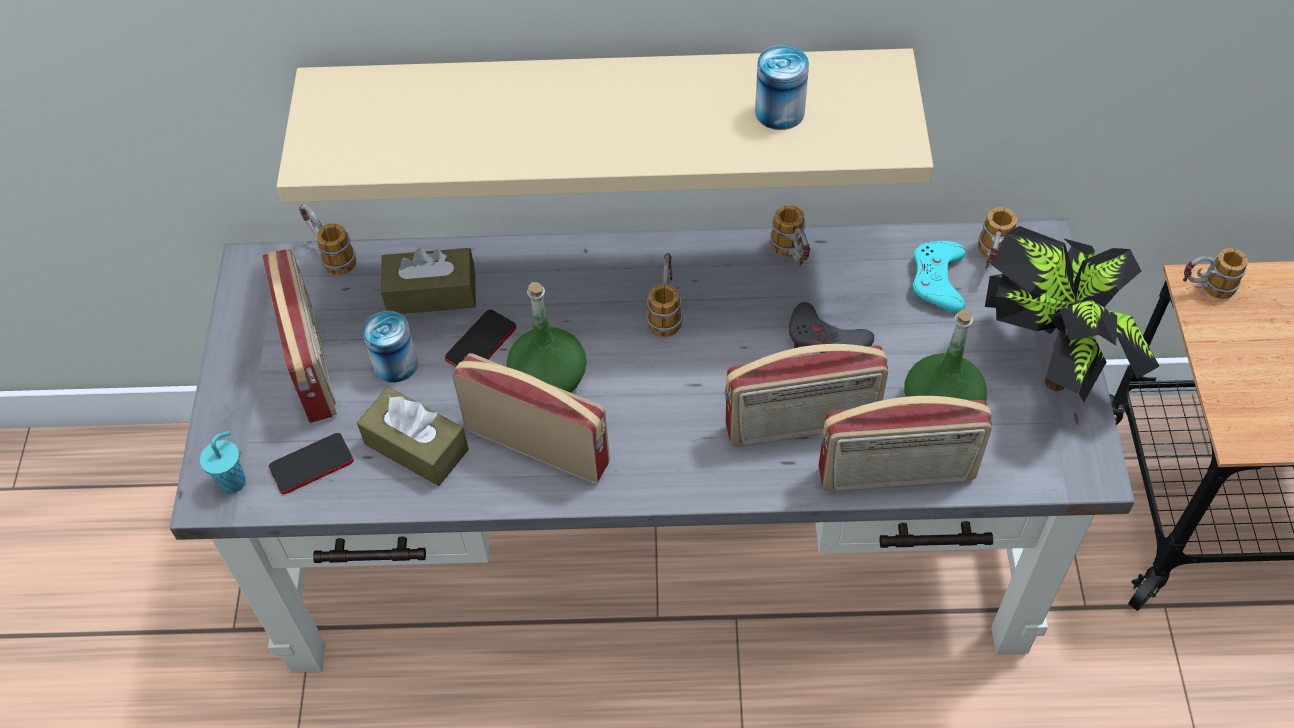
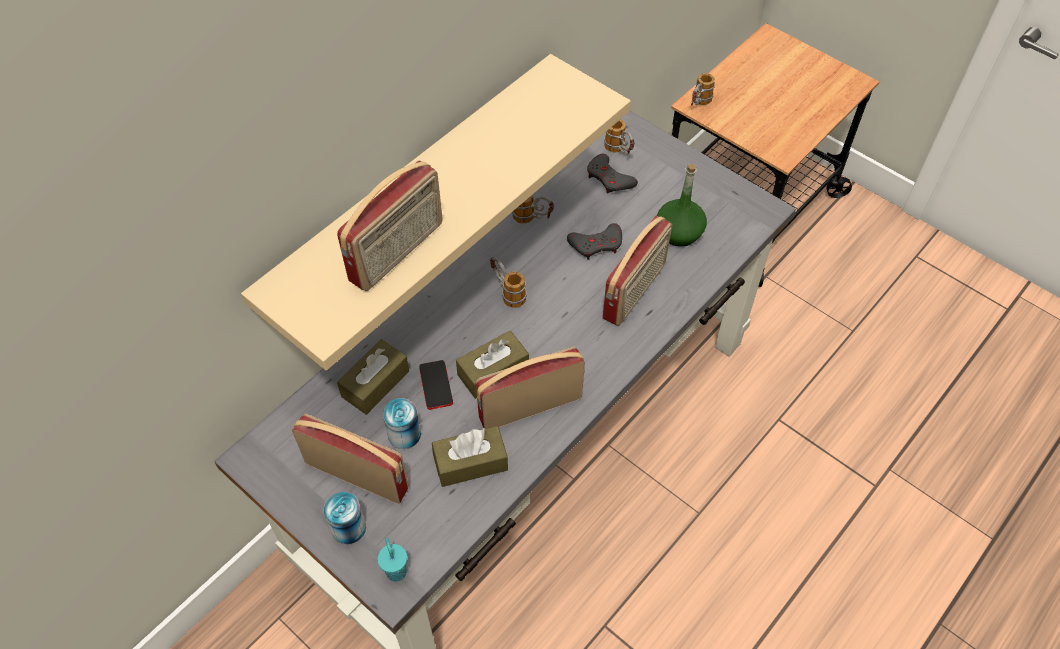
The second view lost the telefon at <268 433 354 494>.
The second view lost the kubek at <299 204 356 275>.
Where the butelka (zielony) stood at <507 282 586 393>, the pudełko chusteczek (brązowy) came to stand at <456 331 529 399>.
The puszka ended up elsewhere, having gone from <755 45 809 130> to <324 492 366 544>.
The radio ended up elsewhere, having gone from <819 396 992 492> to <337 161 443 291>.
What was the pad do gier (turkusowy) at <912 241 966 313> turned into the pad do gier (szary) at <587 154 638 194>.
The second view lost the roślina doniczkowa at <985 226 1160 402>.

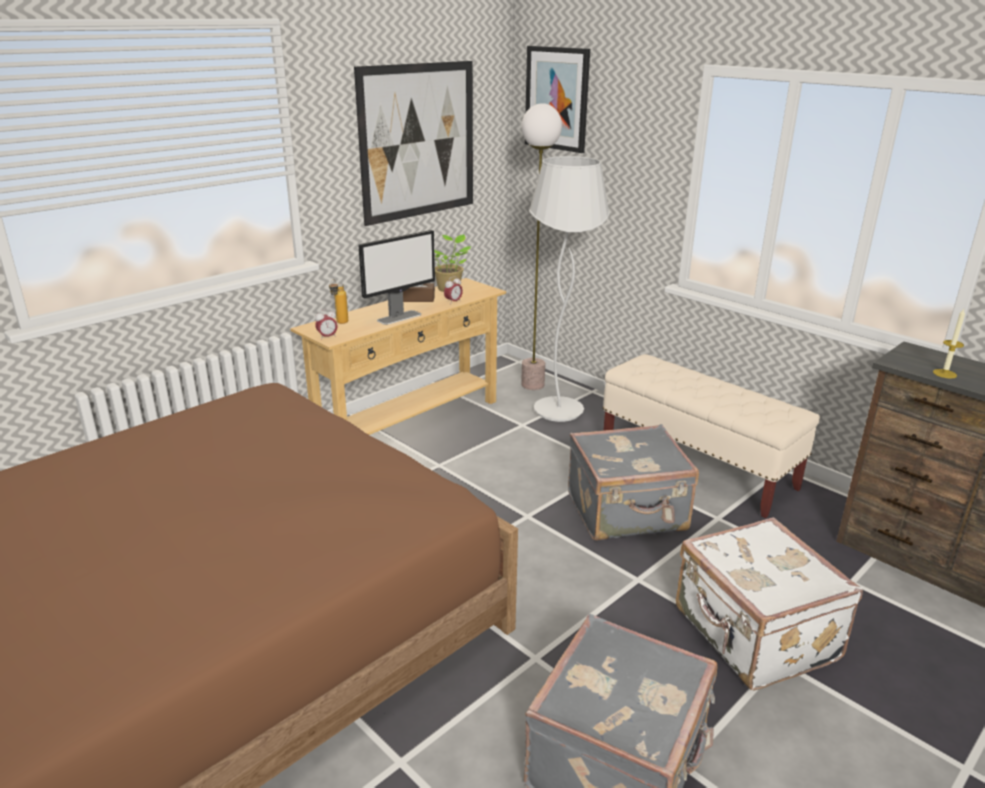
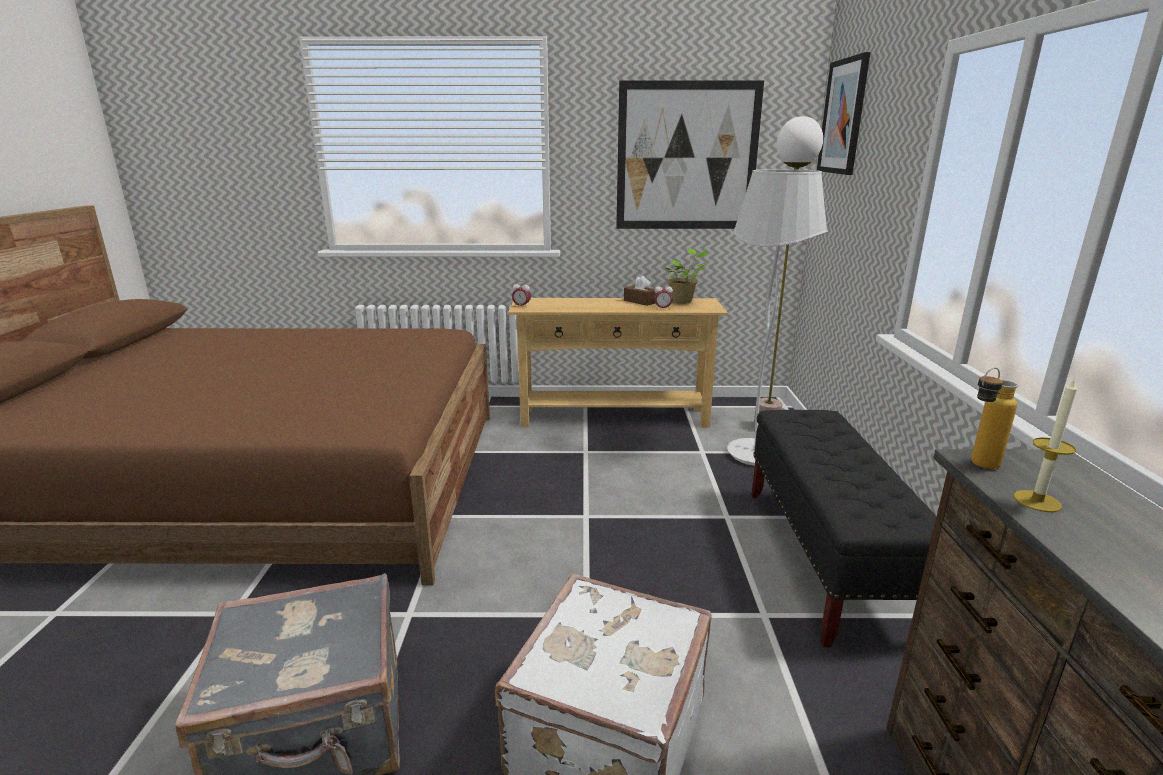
The butelka ended up elsewhere, having gone from <329 279 348 324> to <971 367 1018 469>.
The second view lost the monitor at <358 230 435 325>.
The second view lost the walizka (szary) at <568 424 699 541>.
What was the ławka (beżowy) at <603 354 820 518> turned into the ławka (czarny) at <751 410 936 647>.

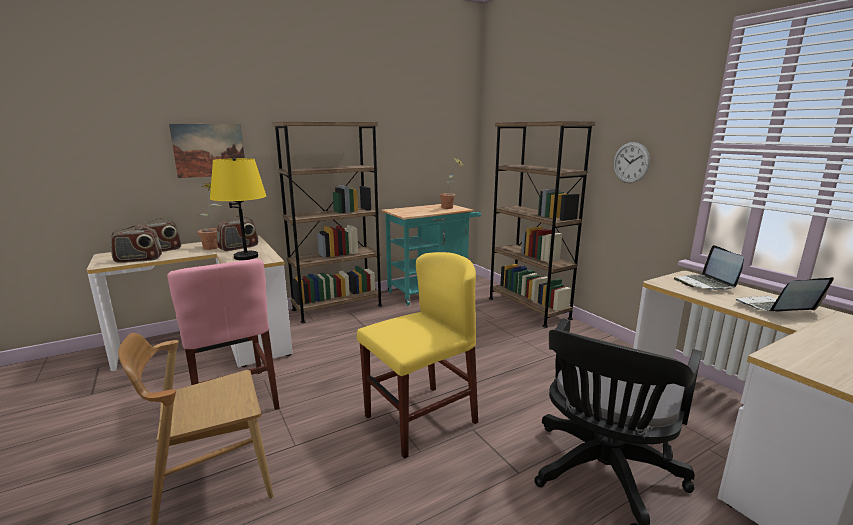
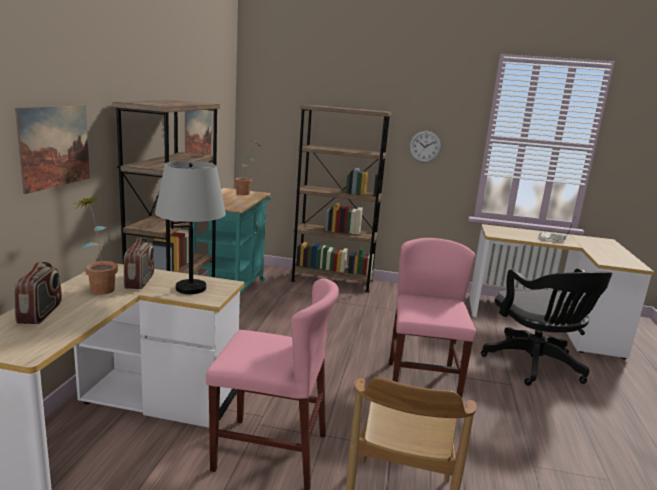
The second view lost the radio at <110 225 162 263>.
What was the lampa stołowa (żółty) at <210 158 266 260> turned into the lampa stołowa (szary) at <155 161 226 294>.
What was the krzesło (żółty) at <357 252 478 459> turned into the krzesło (różowy) at <389 238 476 398>.
The second view lost the laptop at <674 245 744 290>.
The second view gained the obraz at <185 110 212 155>.

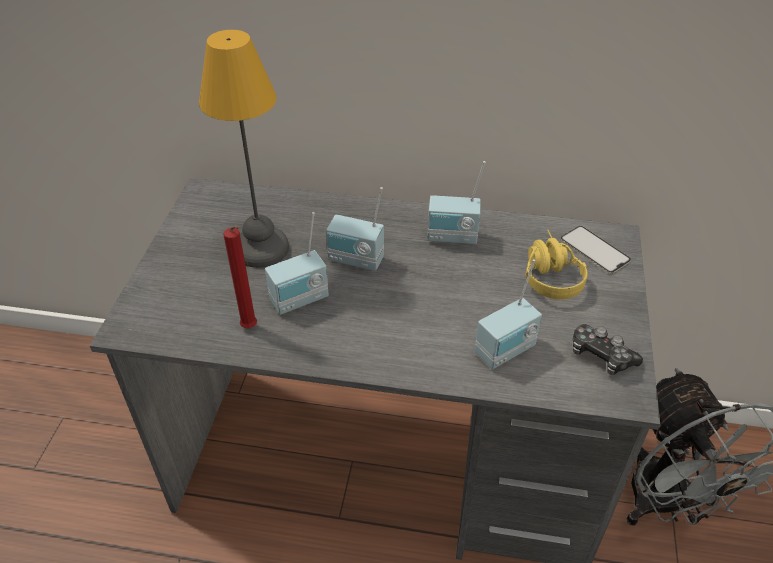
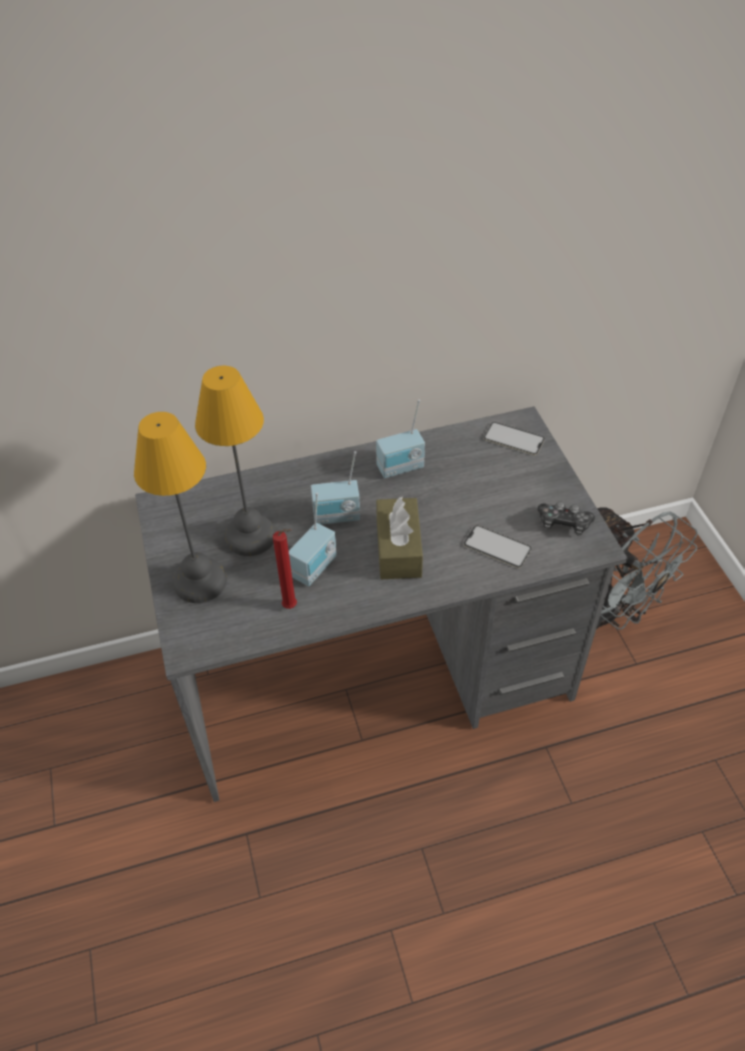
Where the radio stood at <474 259 542 369>, the telefon came to stand at <464 525 532 568>.
The second view lost the słuchawki (żółty) at <525 230 587 300>.
The second view gained the lampa stołowa at <134 412 227 603>.
The second view gained the pudełko chusteczek (brązowy) at <376 497 423 579>.

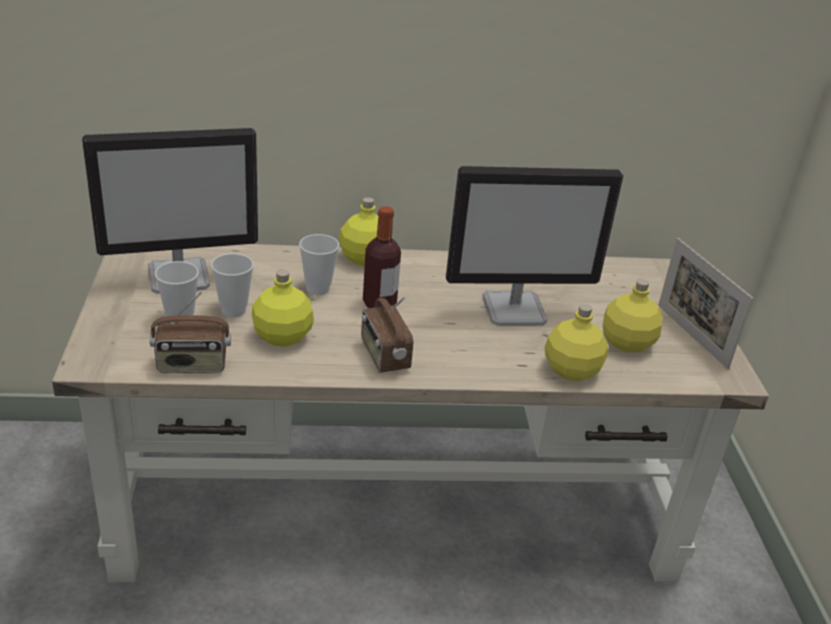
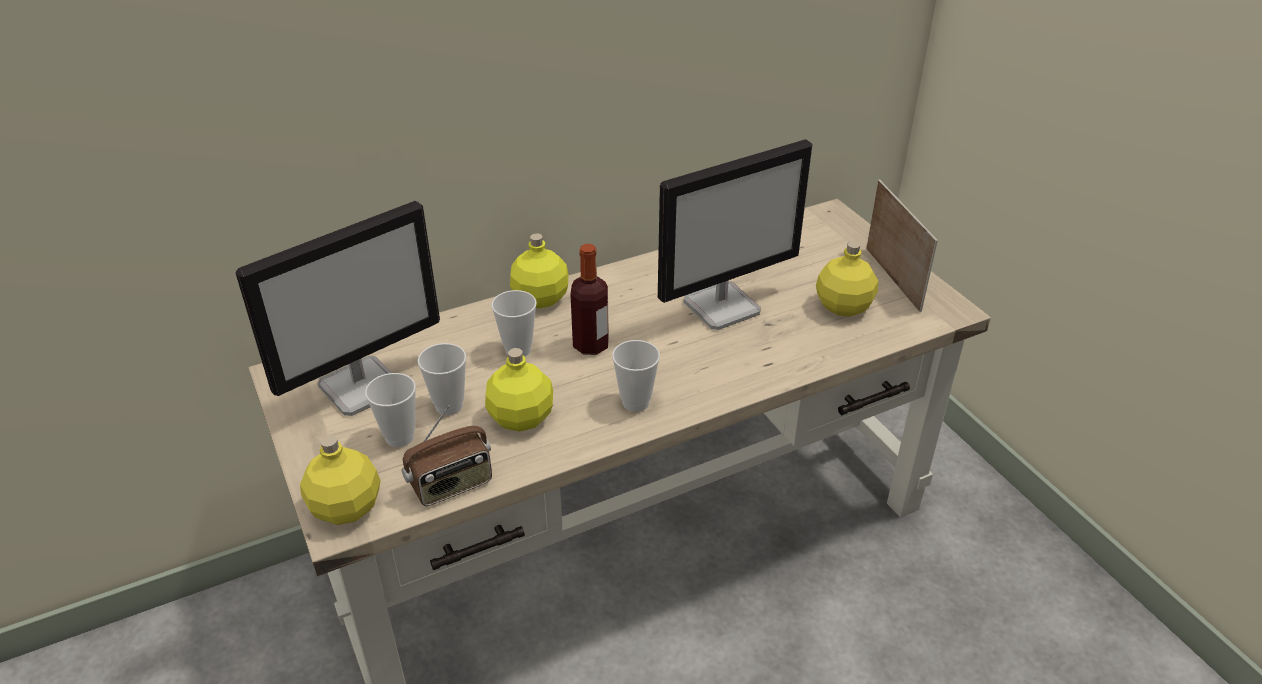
Where the radio stood at <361 297 413 373>, the filiżanka came to stand at <612 340 660 412>.
The butelka (żółty) ended up elsewhere, having gone from <544 304 609 381> to <300 435 380 525>.
The ramka na zdjęcie at <658 238 753 369> ended up facing another way, 150 degrees counterclockwise from before.

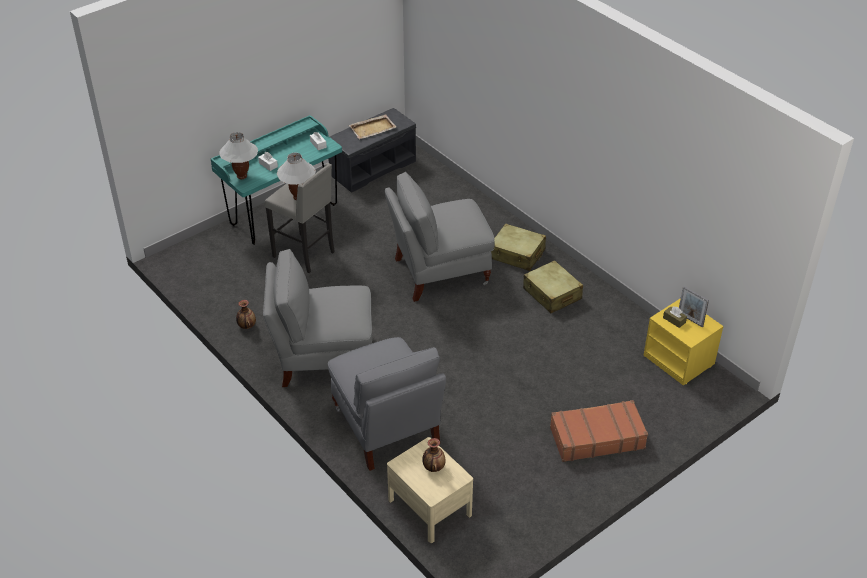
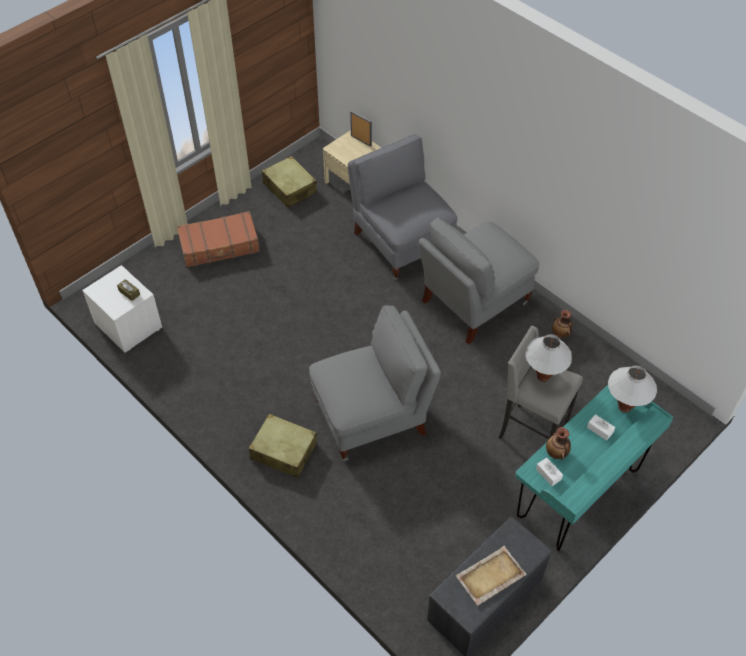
The krzesło (szary) at <263 249 372 387> ended up facing another way, 150 degrees clockwise from before.
The wazon ended up elsewhere, having gone from <422 438 446 472> to <546 427 571 460>.
The walizka (beżowy) ended up elsewhere, having gone from <523 260 583 313> to <262 156 317 208>.
What was the szafka nocna (żółty) at <643 298 724 385> turned into the szafka nocna (biały) at <82 265 162 353>.
The ramka na zdjęcie ended up elsewhere, having gone from <679 286 709 327> to <350 111 372 147>.

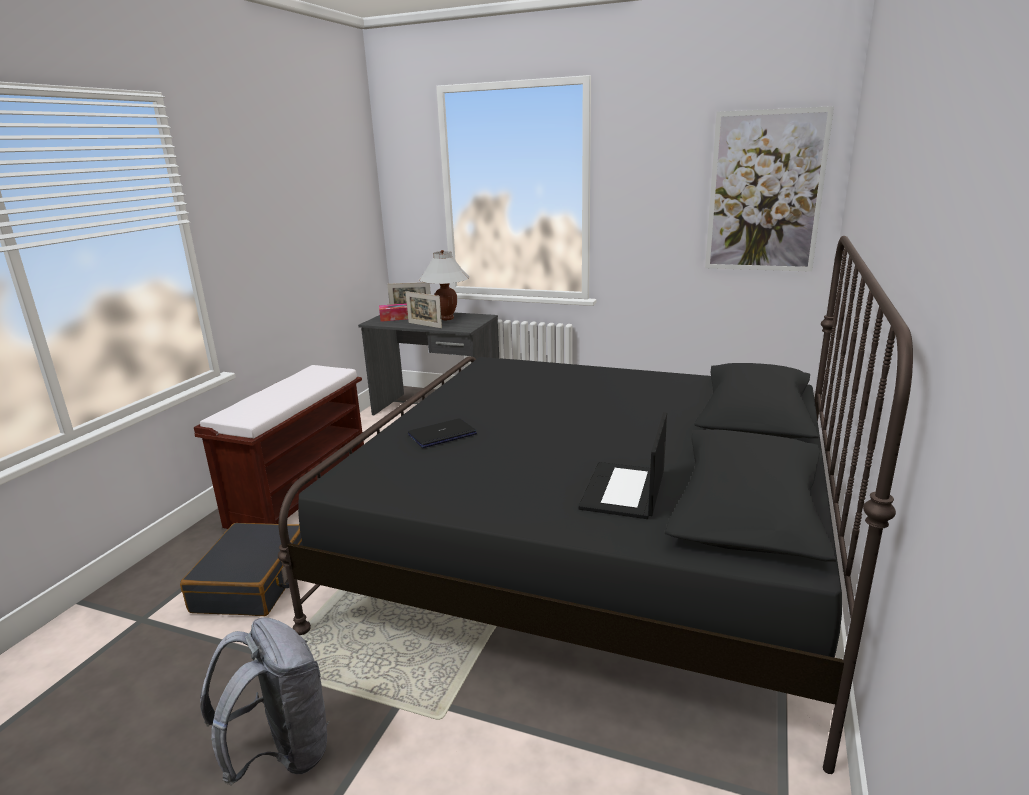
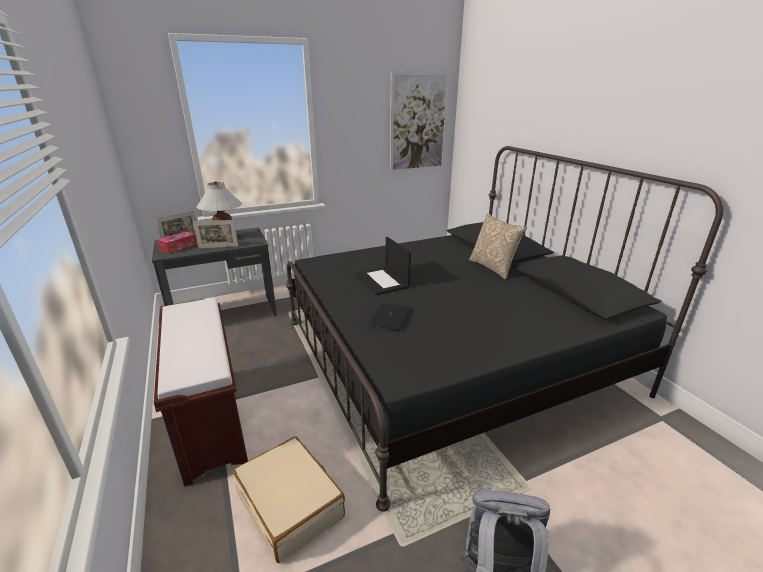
What was the walizka (czarny) at <180 523 303 616> turned into the walizka (beżowy) at <232 436 345 563>.
The laptop ended up elsewhere, having gone from <578 412 667 519> to <356 237 411 295>.
The second view gained the poduszka at <469 213 527 280>.

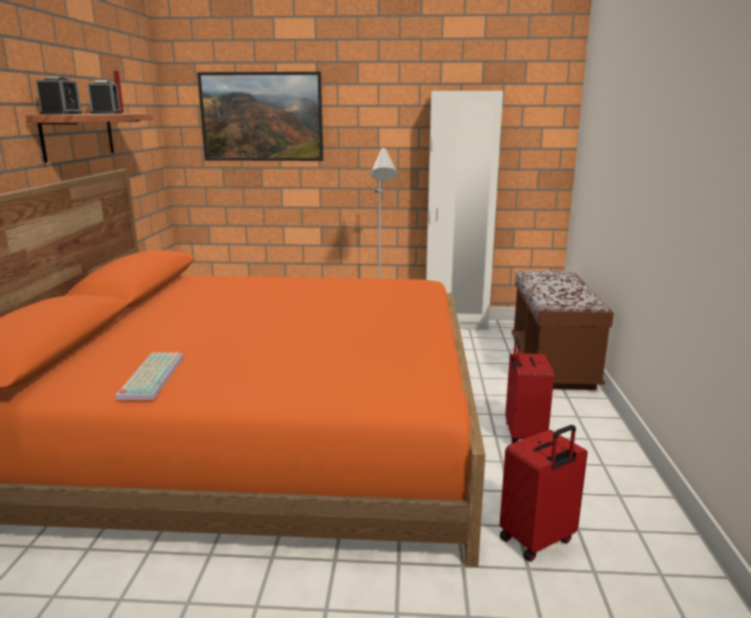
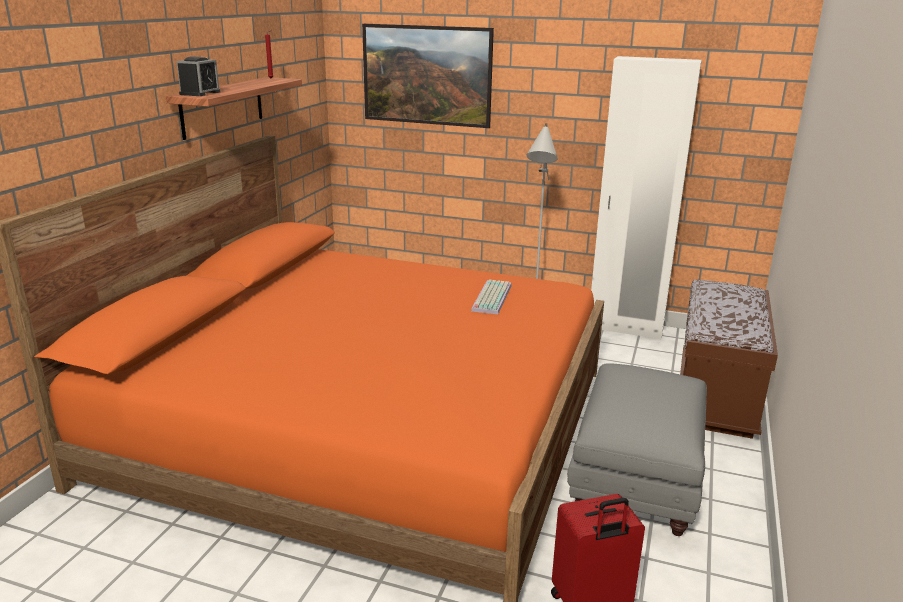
The second view lost the budzik at <87 80 121 114>.
The klawiatura ended up elsewhere, having gone from <115 352 184 400> to <471 280 512 314>.
Where the walizka (czerwony) stood at <505 337 554 443>, the pufa (szary) came to stand at <567 363 707 536>.

